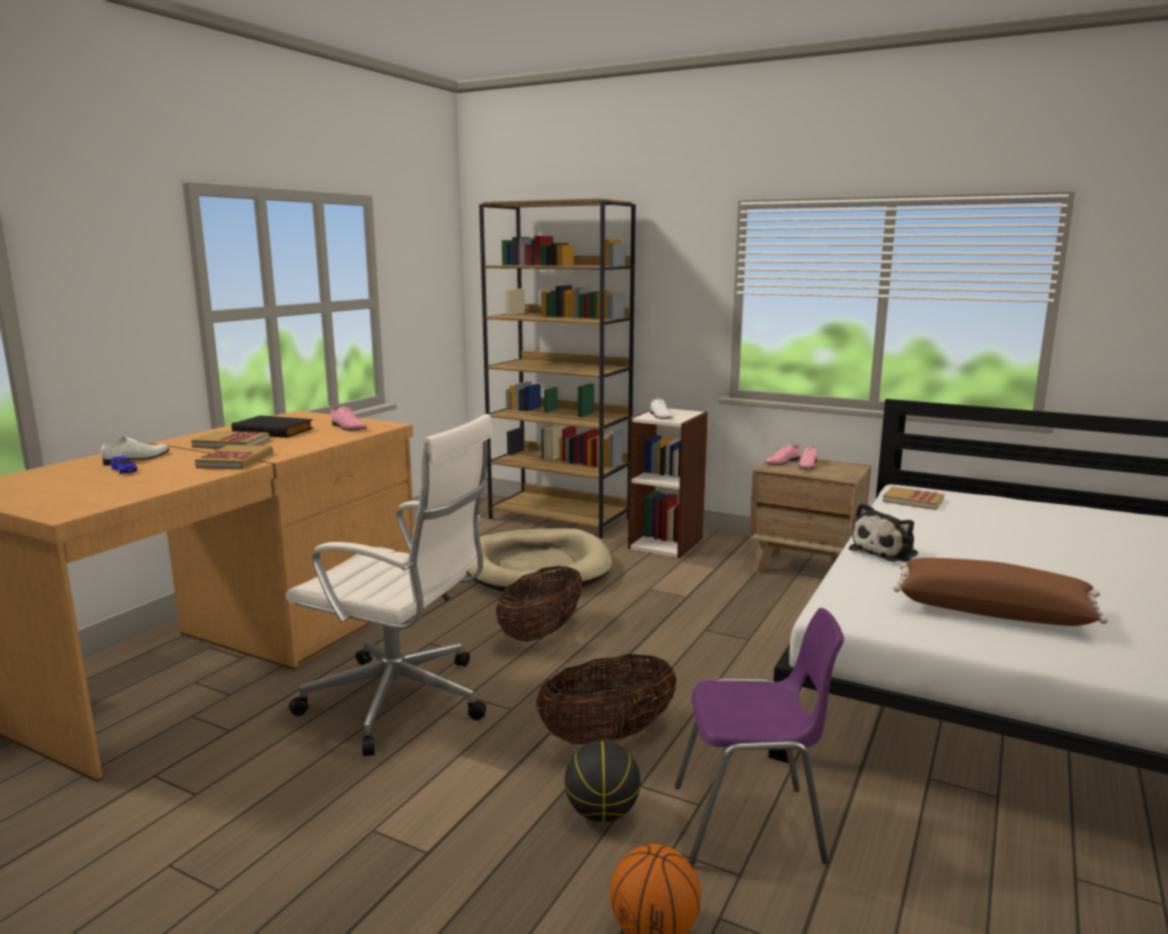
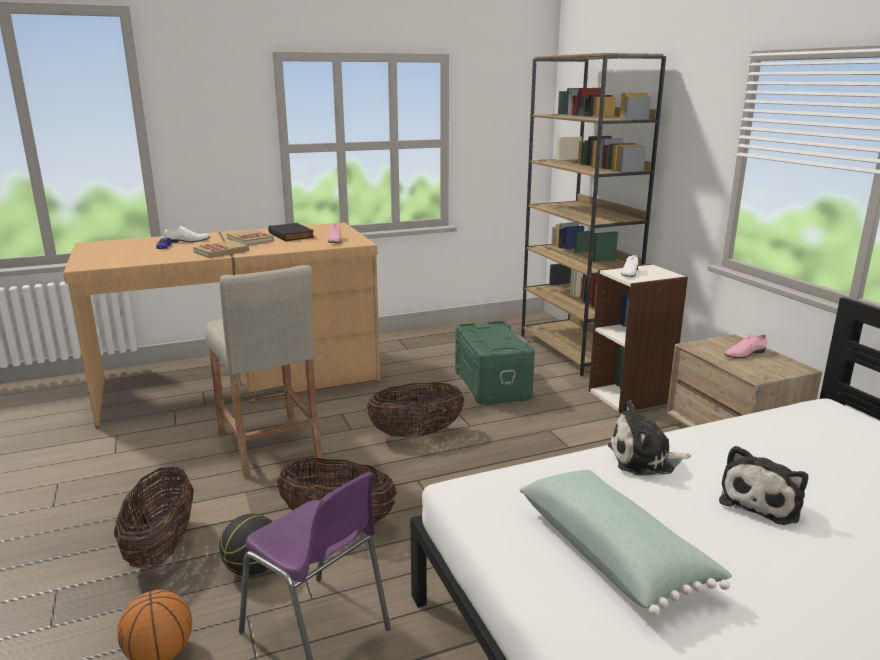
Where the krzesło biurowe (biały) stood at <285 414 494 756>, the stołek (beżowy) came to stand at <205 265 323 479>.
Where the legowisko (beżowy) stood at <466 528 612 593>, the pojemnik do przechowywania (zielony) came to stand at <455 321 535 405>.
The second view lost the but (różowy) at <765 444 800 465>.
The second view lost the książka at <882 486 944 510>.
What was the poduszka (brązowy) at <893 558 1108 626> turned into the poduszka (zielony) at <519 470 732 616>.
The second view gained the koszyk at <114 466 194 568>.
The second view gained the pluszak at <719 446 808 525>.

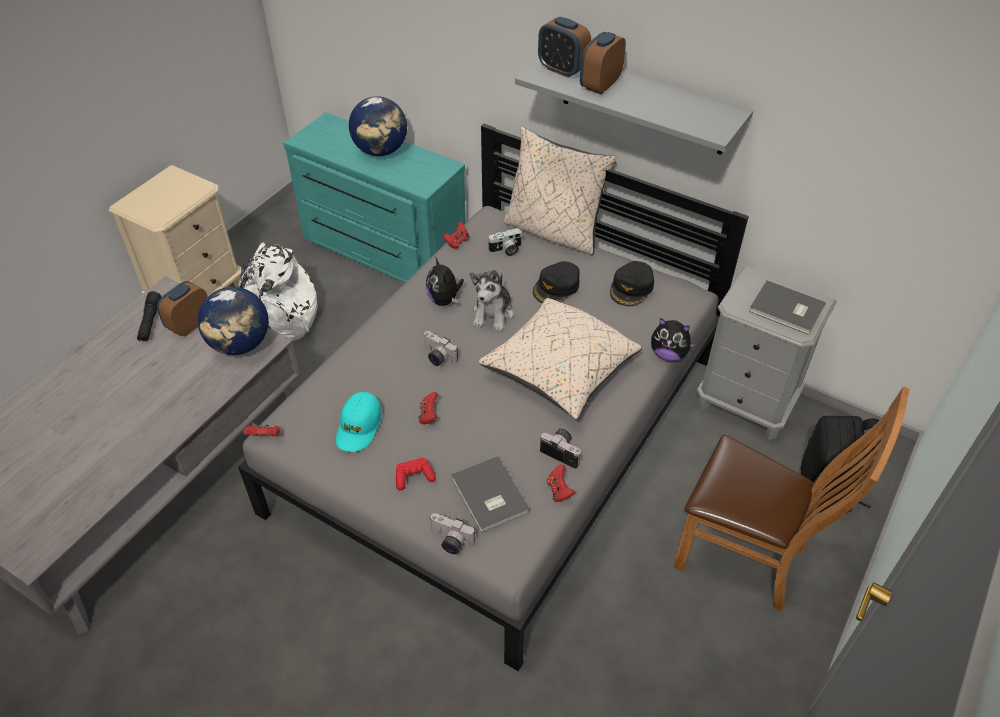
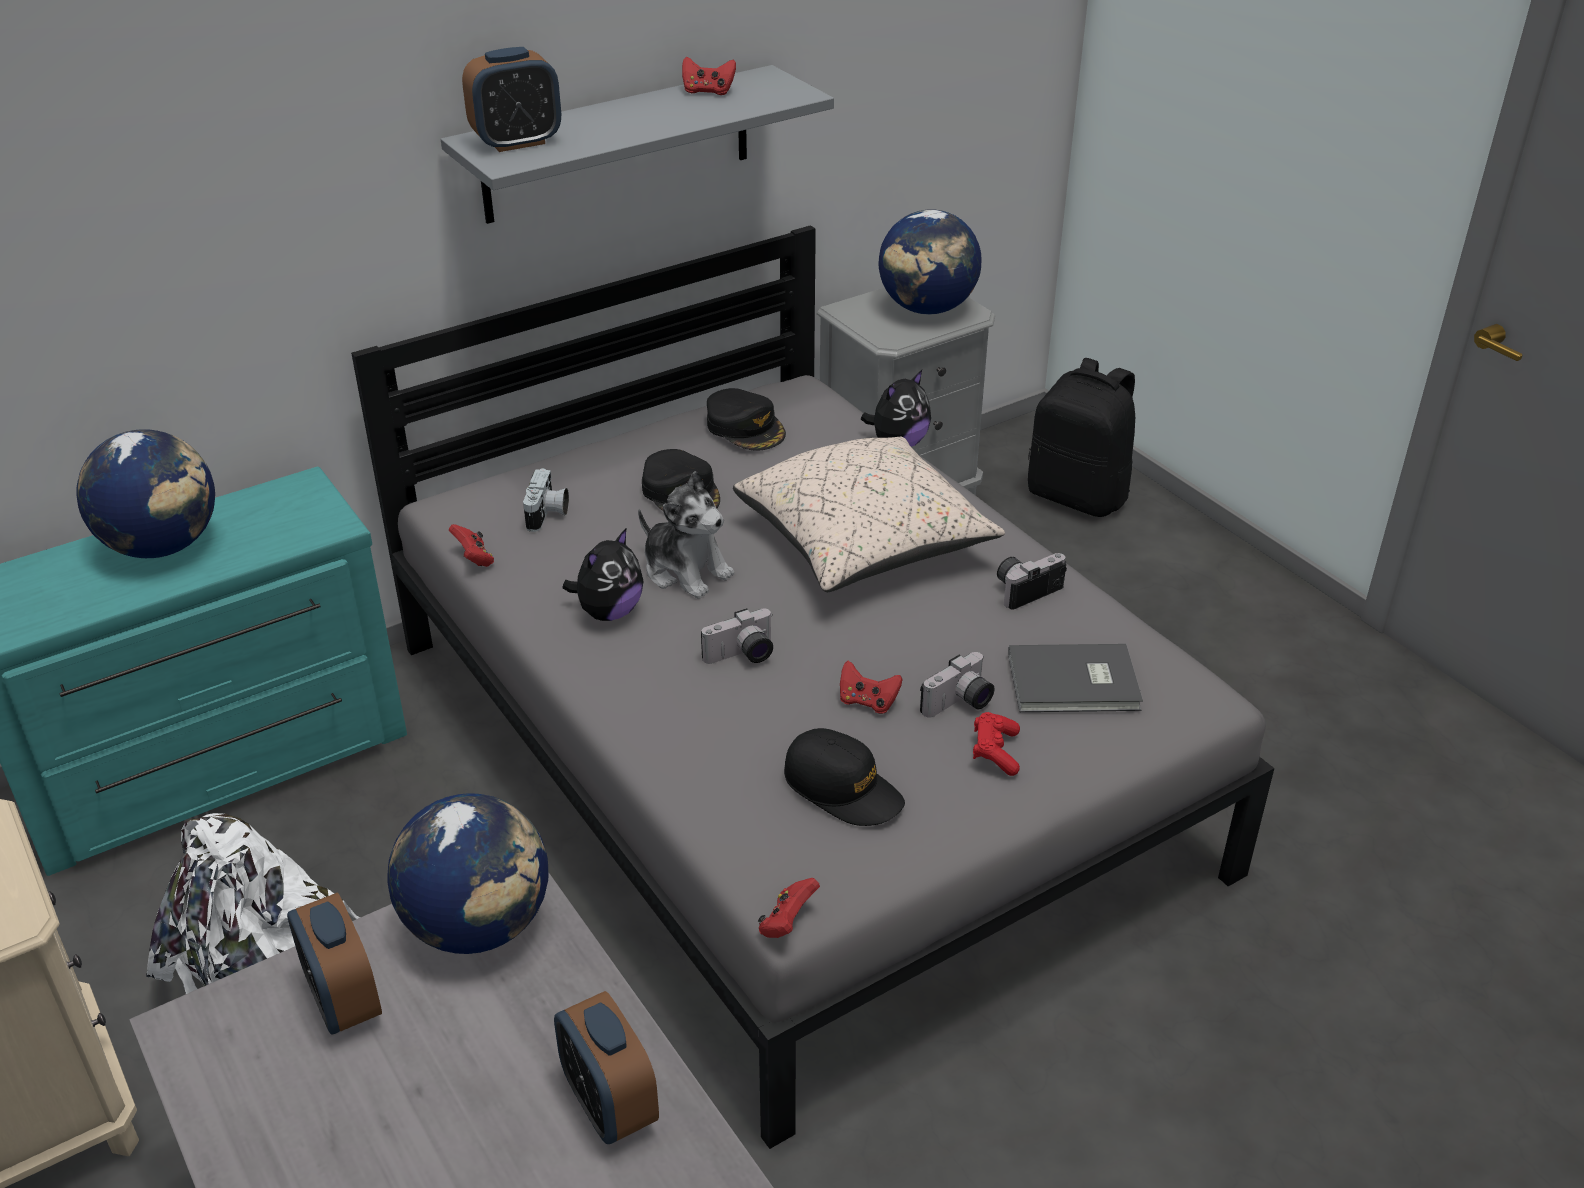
The second view lost the latarka (czarny) at <137 291 161 341>.
What was the czapka z daszkiem (turkusowy) at <336 392 382 452> turned into the czapka z daszkiem (czarny) at <784 728 905 826>.
The pluszak at <426 257 464 306> ended up facing another way, 60 degrees counterclockwise from before.
The aparat fotograficzny ended up elsewhere, having gone from <430 513 475 554> to <920 652 995 718>.
The second view lost the poduszka (beżowy) at <504 127 616 255>.
The pad do gier (czerwony) ended up elsewhere, having gone from <547 465 575 502> to <682 57 736 95>.
The budzik ended up elsewhere, having gone from <580 32 626 94> to <554 991 659 1144>.
The second view lost the krzesło (brązowy) at <673 386 909 611>.
Where the książka (szary) stood at <749 280 826 335>, the globus came to stand at <879 209 981 314>.

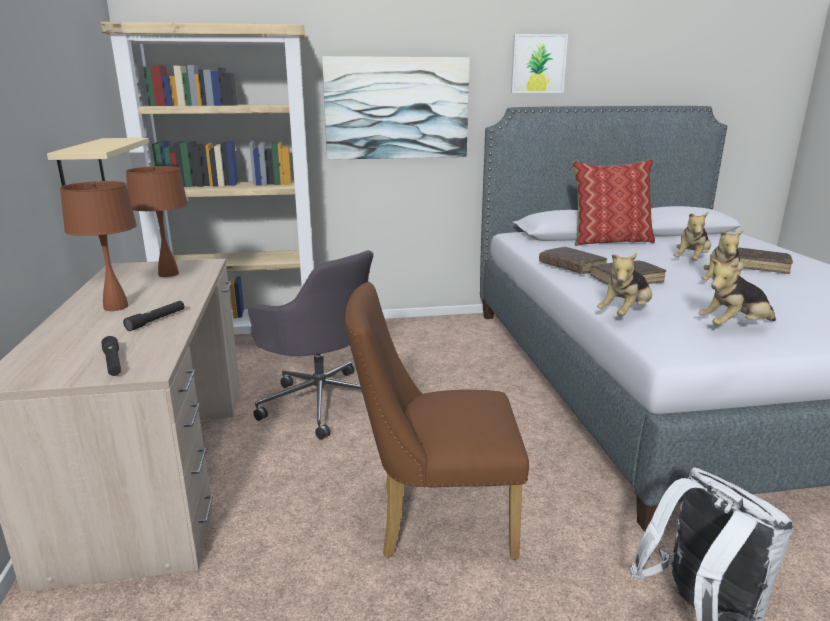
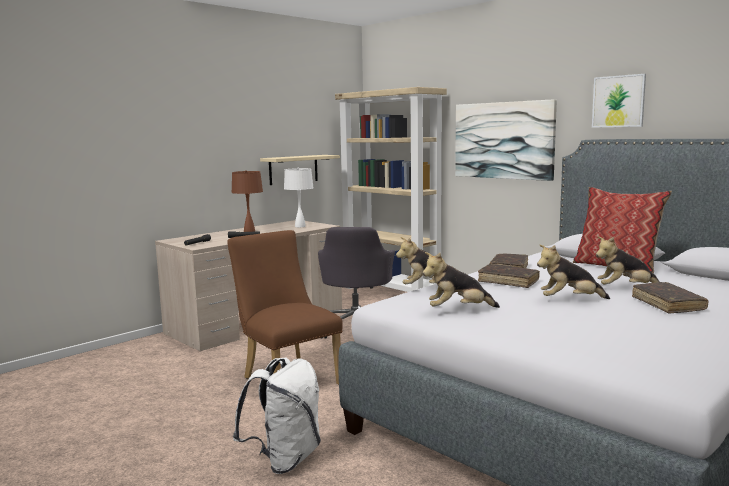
What was the lampa stołowa (brązowy) at <126 166 188 277> turned into the lampa stołowa (biały) at <284 168 314 227>.
The pluszak at <698 259 776 325> ended up facing another way, 45 degrees counterclockwise from before.

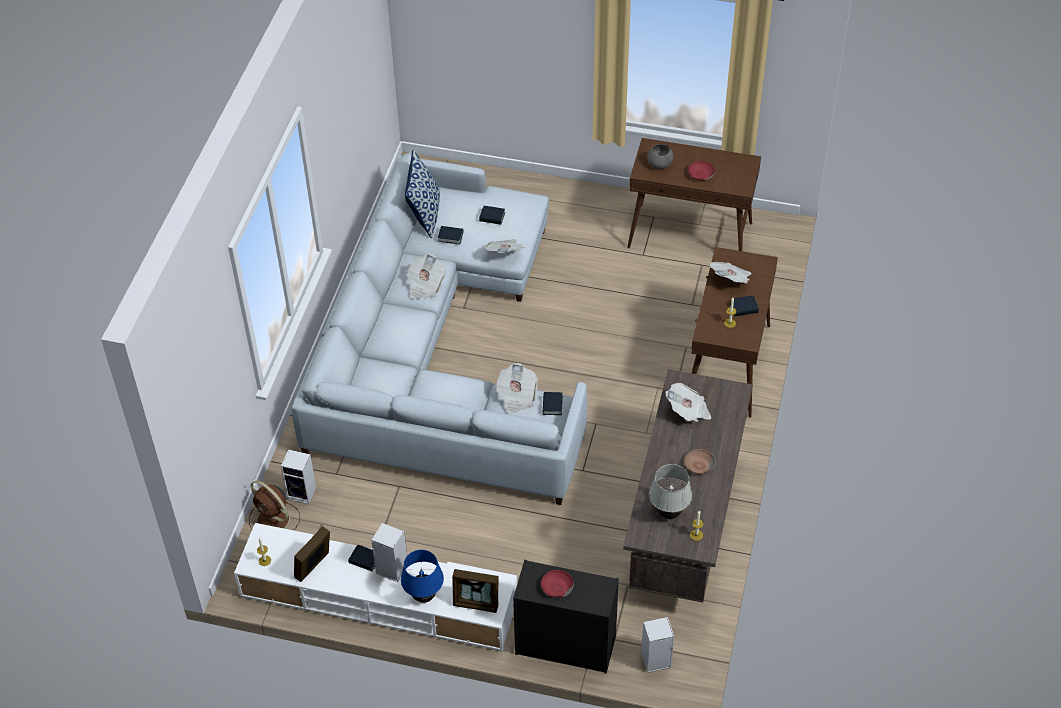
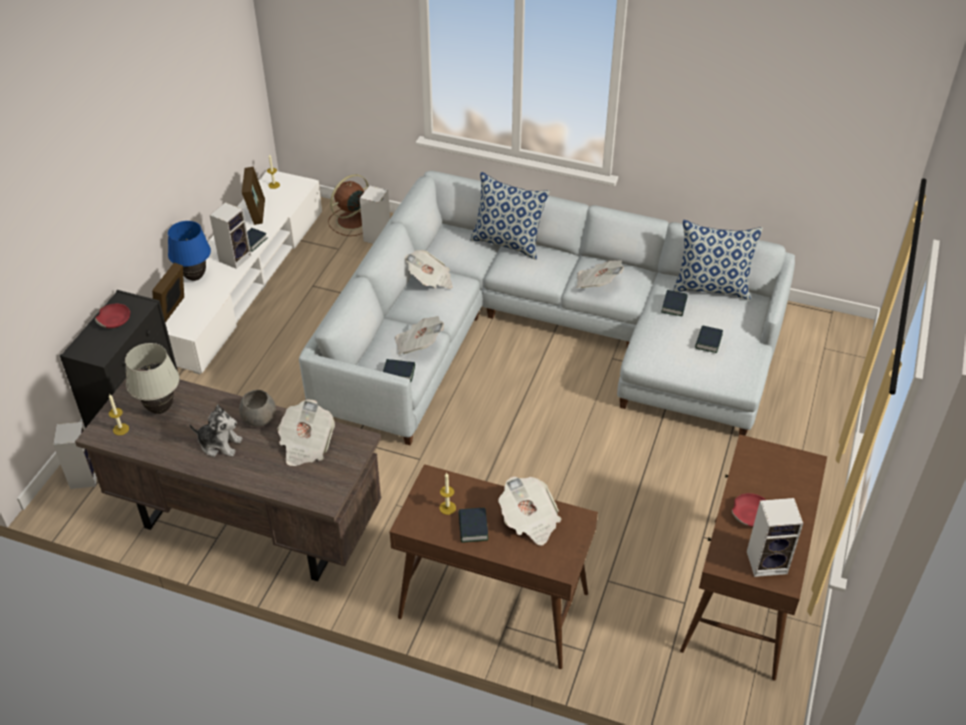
The ramka na zdjęcie at <294 526 330 582> ended up facing another way, 45 degrees clockwise from before.
The gazeta ended up elsewhere, having gone from <484 239 525 253> to <405 250 453 289>.
The miska (szary) ended up elsewhere, having gone from <647 144 674 169> to <239 390 276 426>.
Where the miska (brązowy) stood at <684 449 715 475>, the pluszak came to stand at <189 405 243 457>.
The second view gained the poduszka at <470 172 550 260>.
The second view gained the głośnik at <747 498 803 577>.

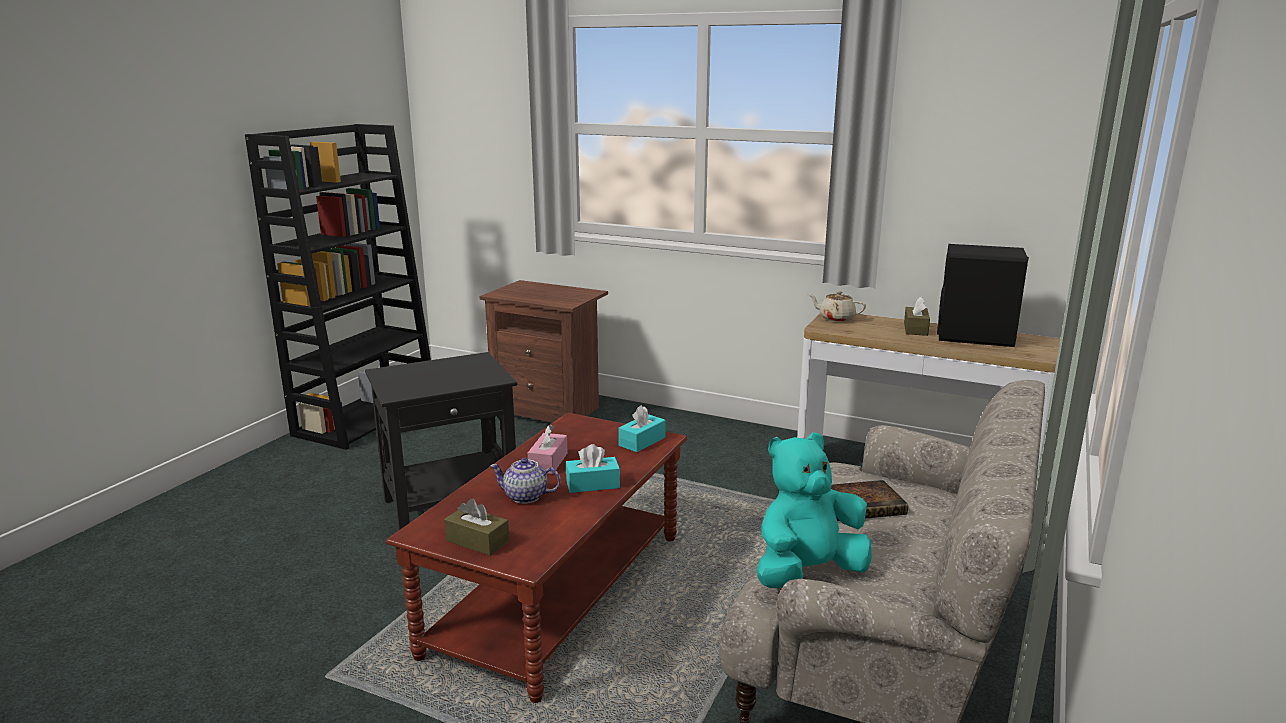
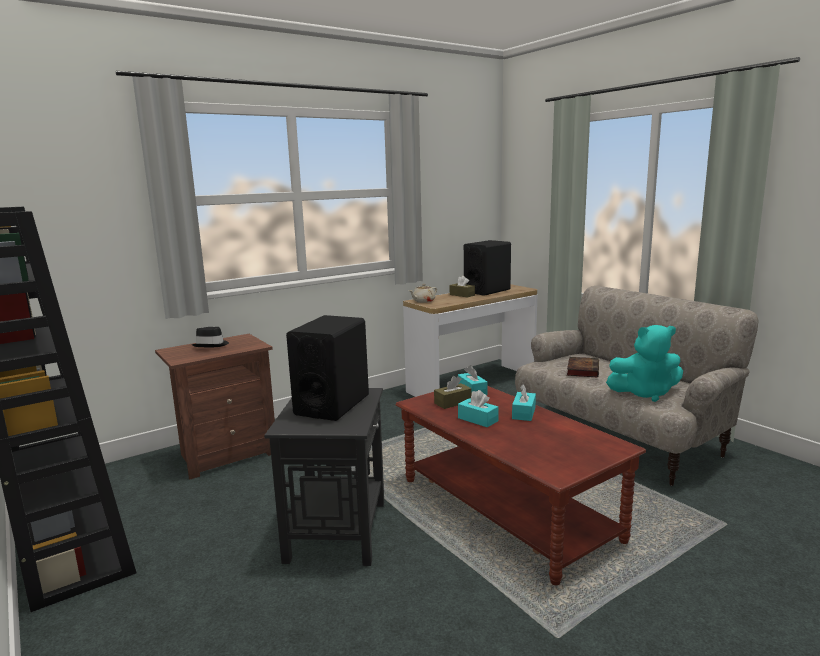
The pudełko chusteczek (brązowy) ended up elsewhere, having gone from <444 499 509 556> to <434 376 472 409>.
The second view lost the imbryk at <490 458 561 504>.
What was the pudełko chusteczek (różowy) at <528 424 568 474> turned into the pudełko chusteczek (turkusowy) at <458 390 499 427>.
The pluszak (turkusowy) at <757 432 872 588> ended up facing another way, 90 degrees counterclockwise from before.
The second view gained the kapelusz (czarny) at <192 327 229 347>.
The second view gained the głośnik (czarny) at <286 315 369 421>.

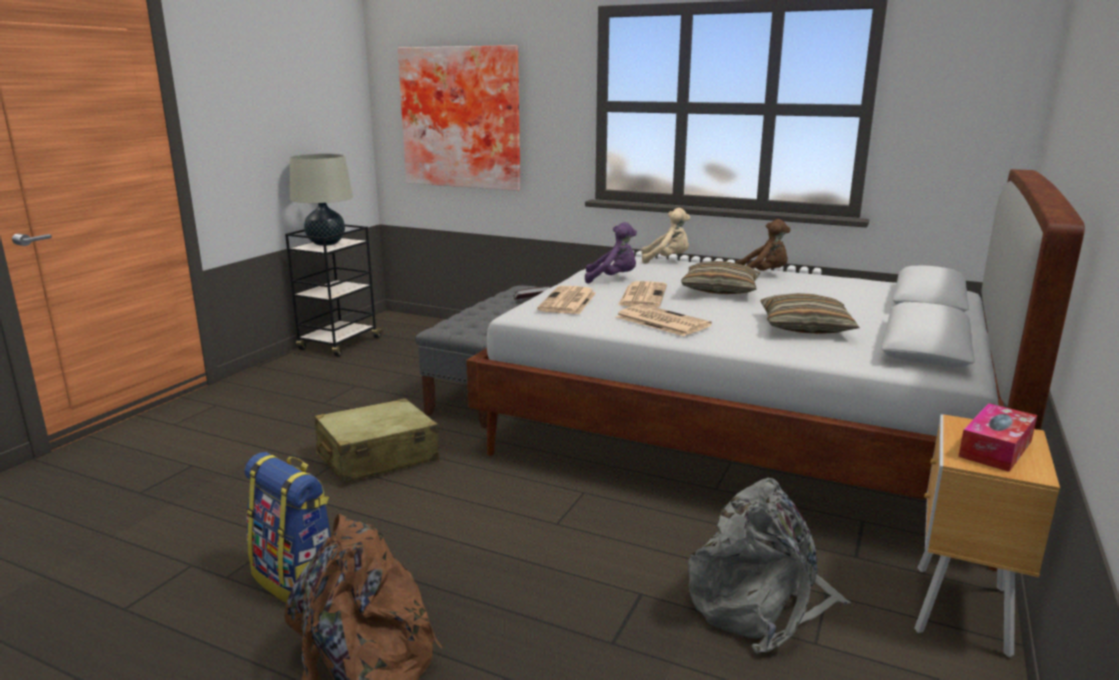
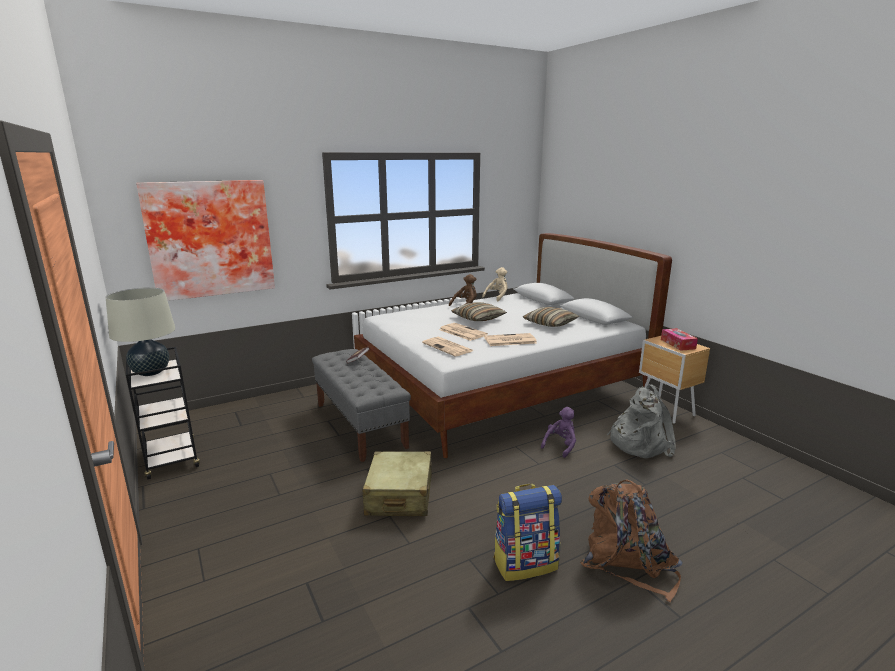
The pluszak (fioletowy) ended up elsewhere, having gone from <585 222 637 284> to <541 407 576 458>.
The pluszak (beżowy) ended up elsewhere, having gone from <641 208 690 264> to <482 267 508 301>.

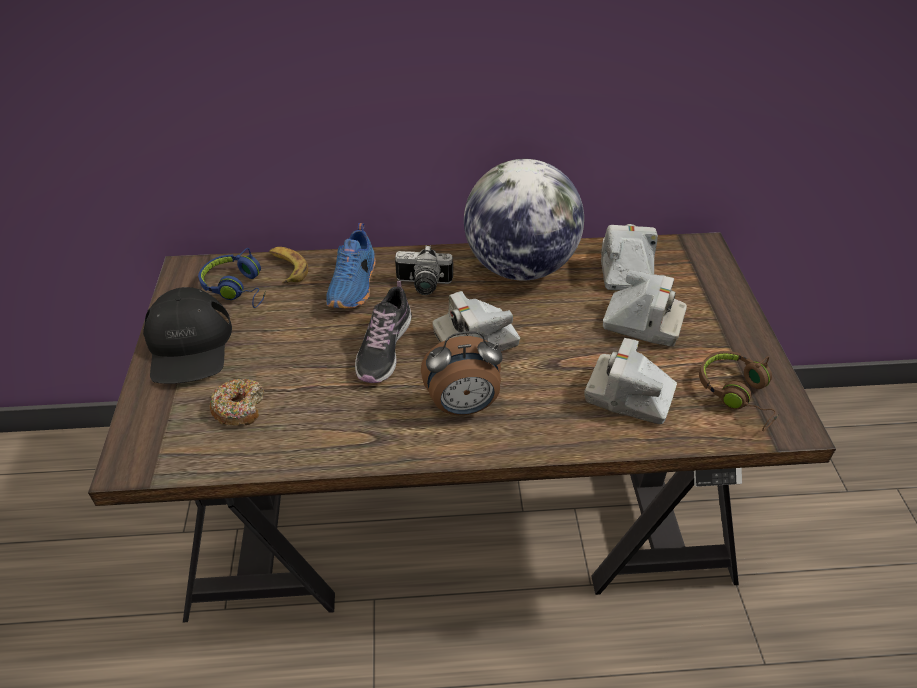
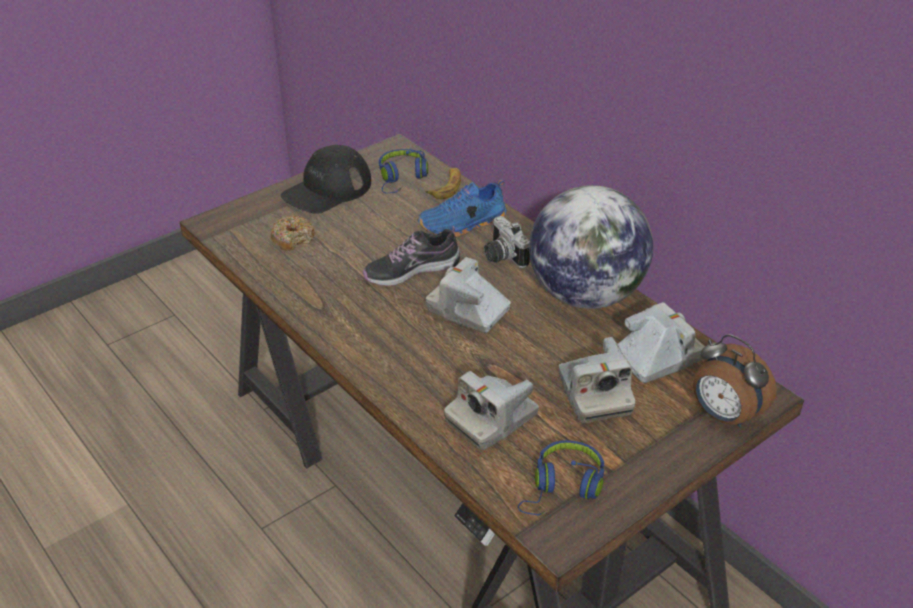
The budzik ended up elsewhere, having gone from <421 331 503 415> to <693 334 777 428>.
The aparat fotograficzny at <584 338 677 424> ended up facing another way, 120 degrees counterclockwise from before.
What was the słuchawki (brązowy) at <699 351 779 431> turned into the słuchawki (niebieski) at <518 440 604 515>.

